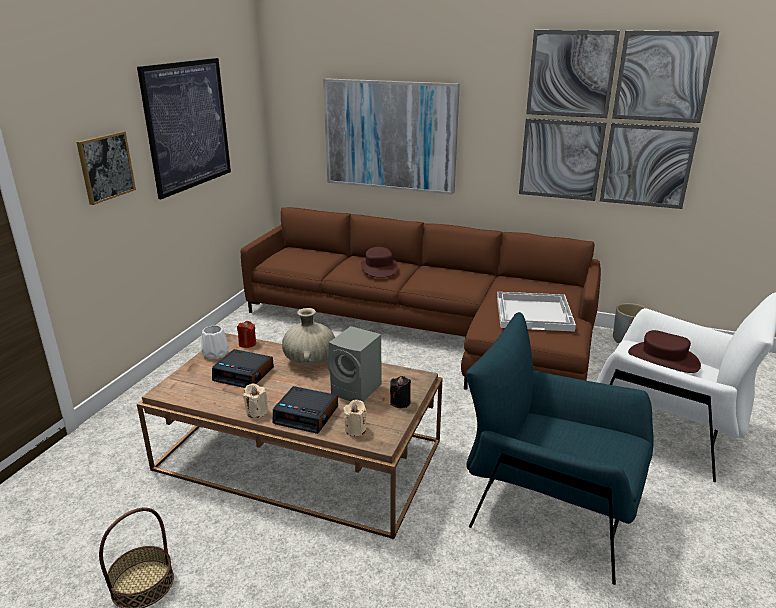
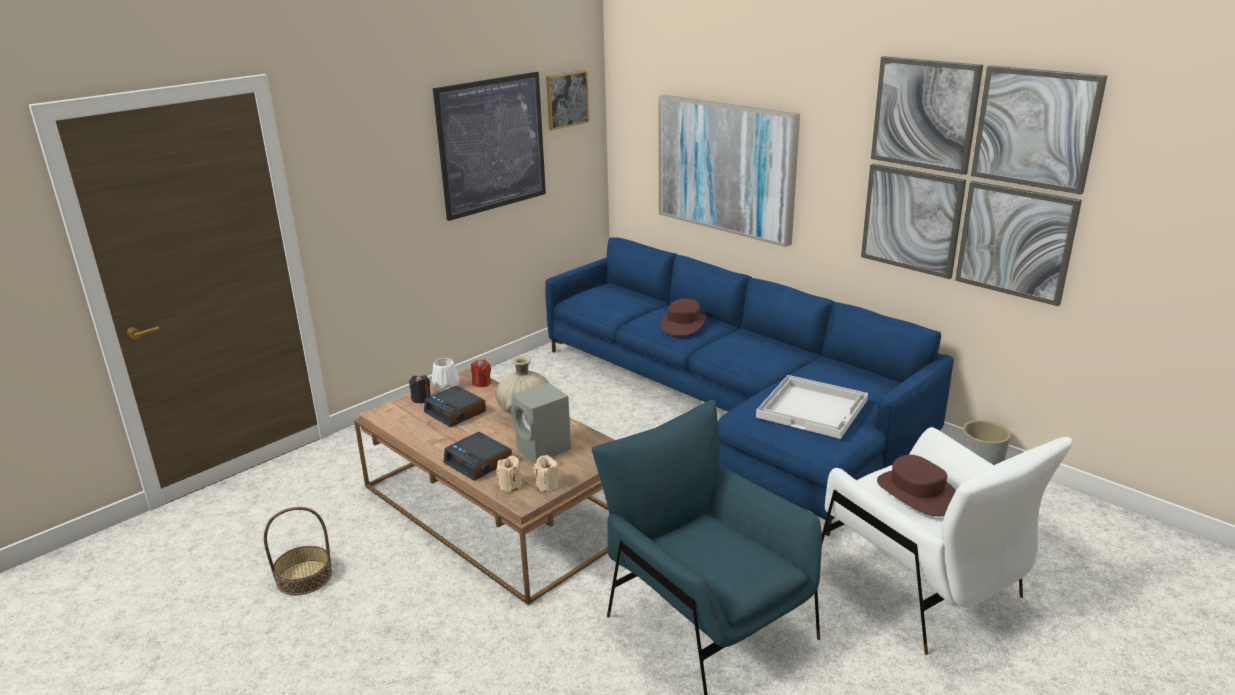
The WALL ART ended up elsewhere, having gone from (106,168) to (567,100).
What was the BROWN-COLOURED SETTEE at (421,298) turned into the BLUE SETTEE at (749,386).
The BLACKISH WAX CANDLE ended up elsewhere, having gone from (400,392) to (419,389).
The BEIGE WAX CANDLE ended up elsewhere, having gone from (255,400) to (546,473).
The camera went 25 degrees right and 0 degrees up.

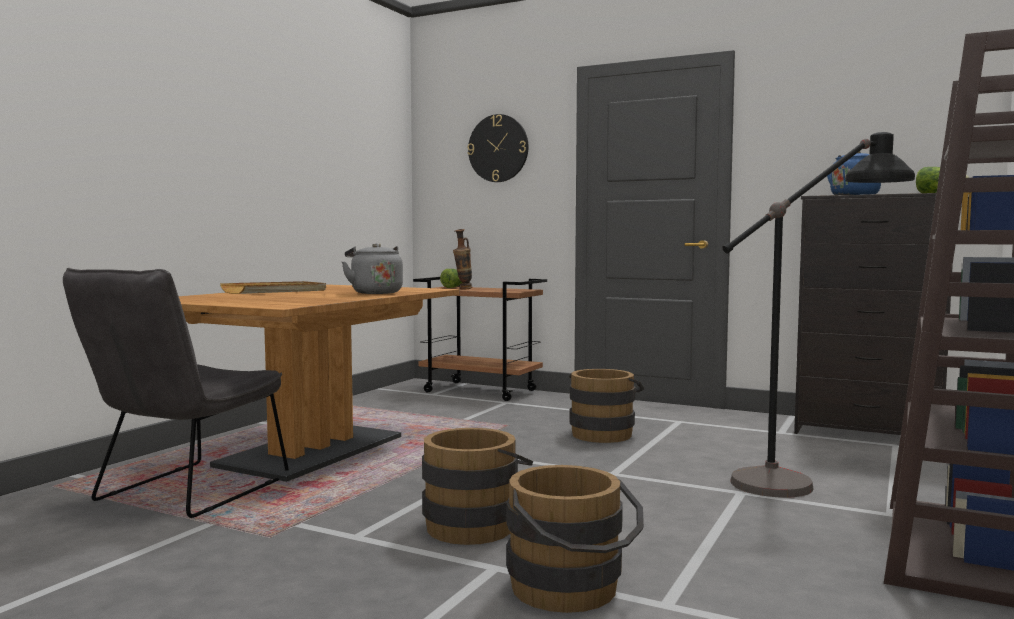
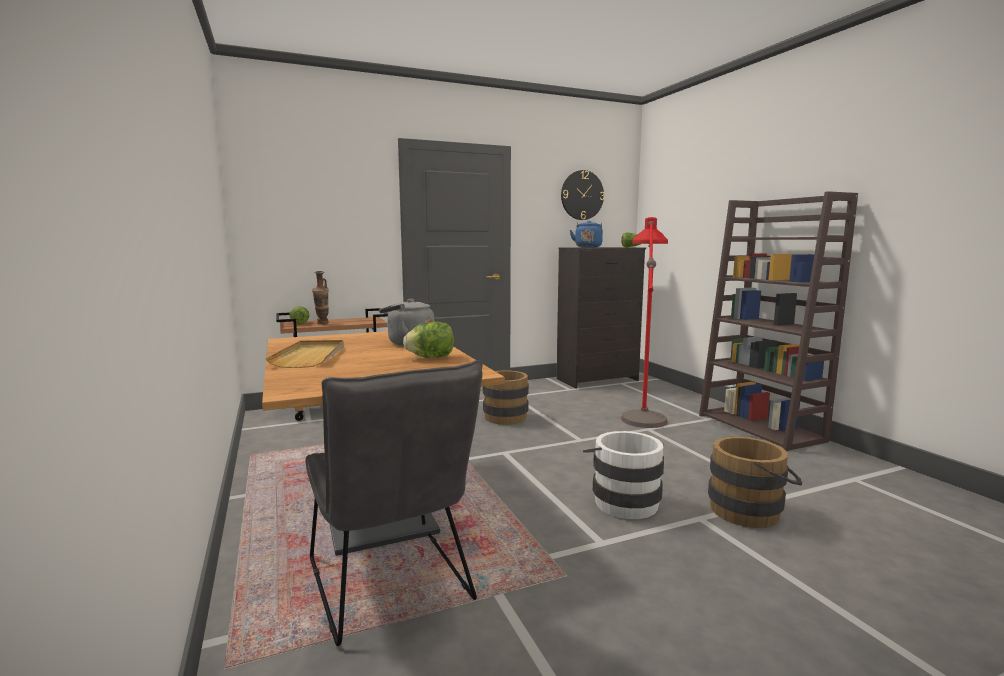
The HANGING CLOCK ended up elsewhere, having gone from (497,148) to (583,195).
What was the BLACKISH STANDARD LAMP at (818,315) turned into the RED-COLOURED STANDARD LAMP at (644,322).
What was the BROWN-COLOURED WATER BUCKET at (477,486) turned into the WHITE-COLOURED WATER BUCKET at (623,475).
The second view gained the HEAD OF LETTUCE at (428,340).
The camera went 50 degrees left and 5 degrees up.

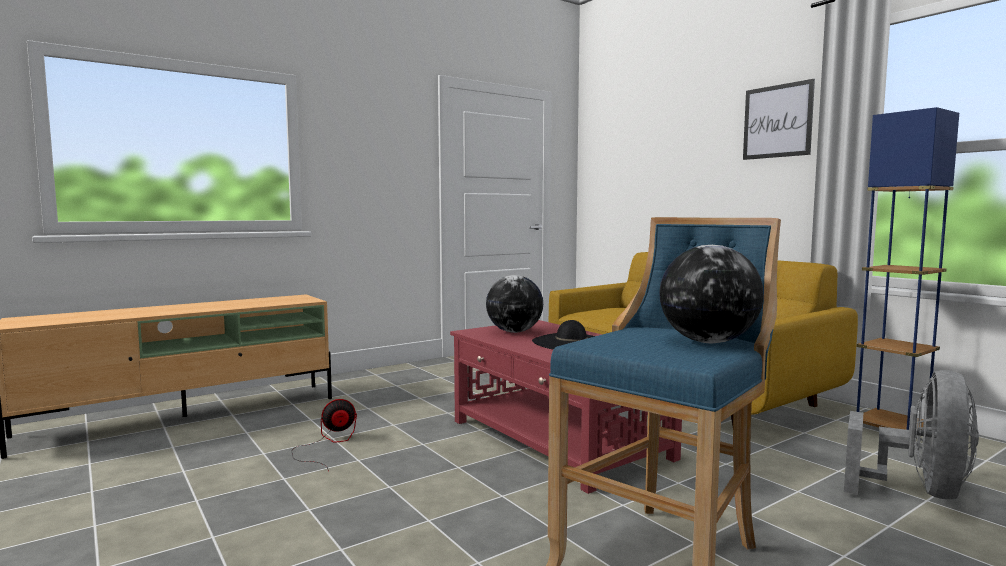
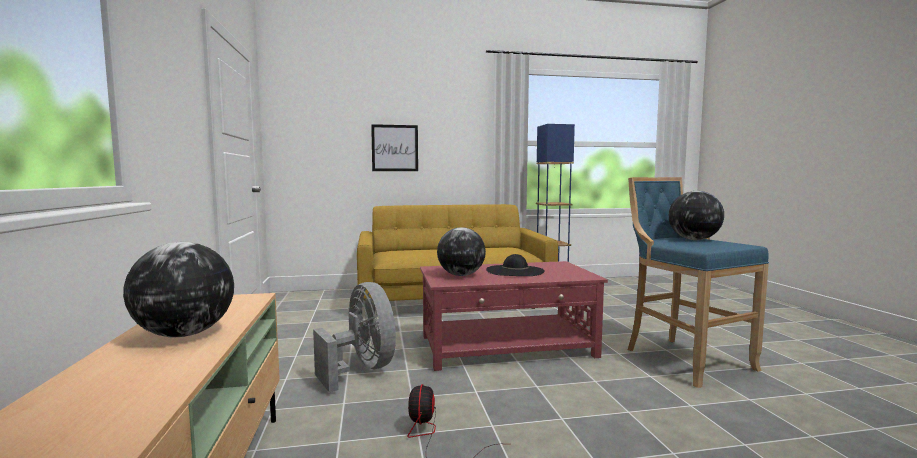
The WALL ART ended up elsewhere, having gone from (779,119) to (394,147).
The GREYISH COOLING FAN ended up elsewhere, having gone from (911,434) to (354,337).
The second view gained the WORLD GLOBE at (178,289).
The camera went 65 degrees left and 0 degrees up.

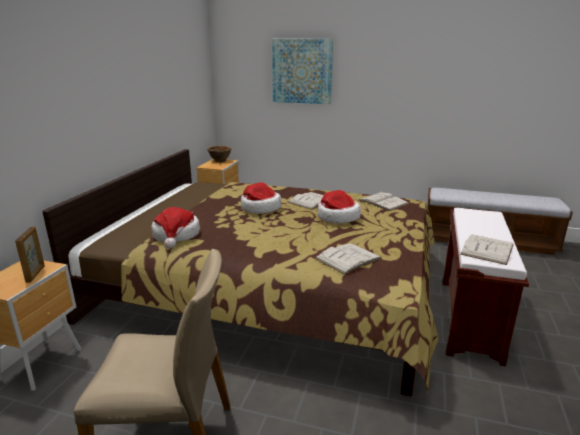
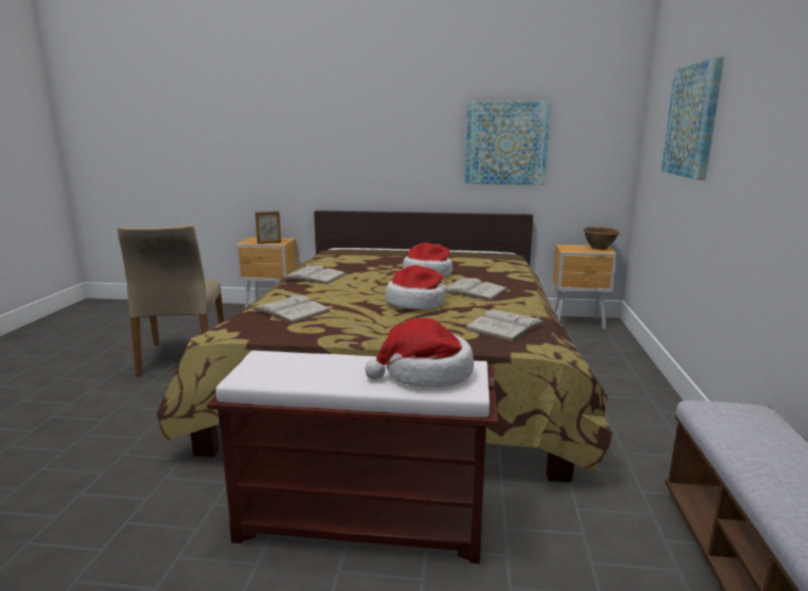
The HAT ended up elsewhere, having gone from (175,228) to (419,353).
The WHITE-COLOURED VOLUME ended up elsewhere, having gone from (487,249) to (314,274).
The second view gained the WALL ART at (508,143).
The camera went 80 degrees right and 5 degrees down.

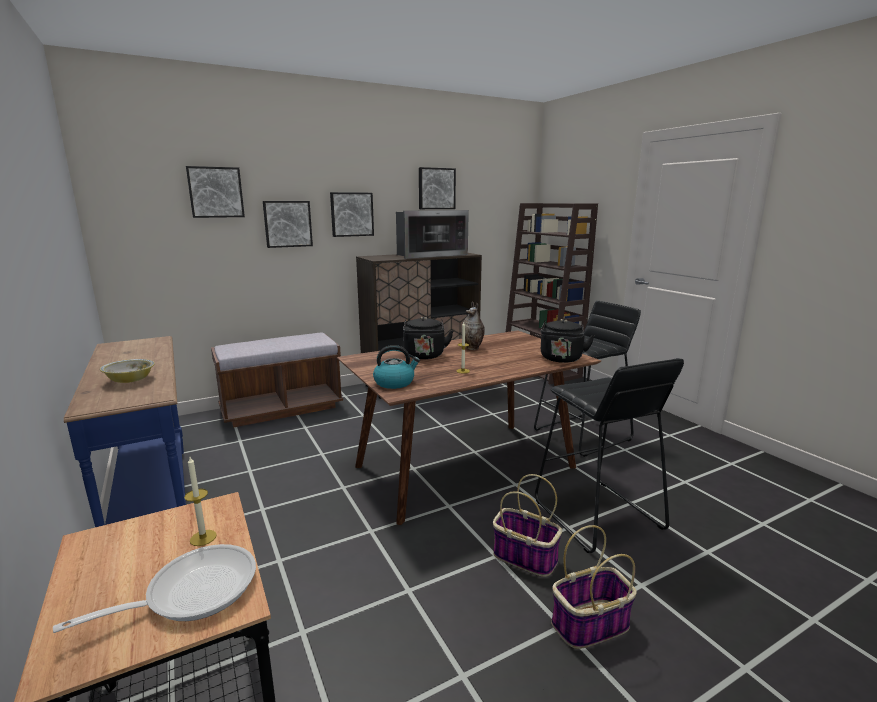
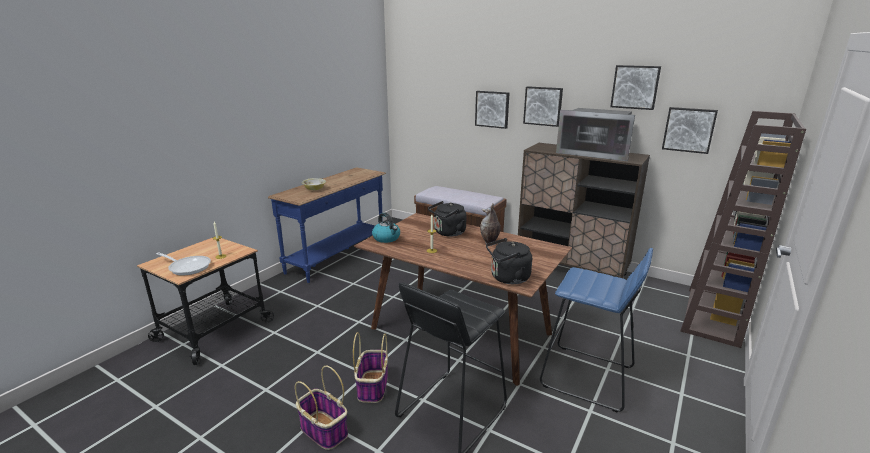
The WALL ART ended up elsewhere, having gone from (215,192) to (690,130).
What was the BLACKISH STOOL SEAT at (587,379) turned into the BLUE STOOL SEAT at (596,330).
The camera went 60 degrees right and 5 degrees up.

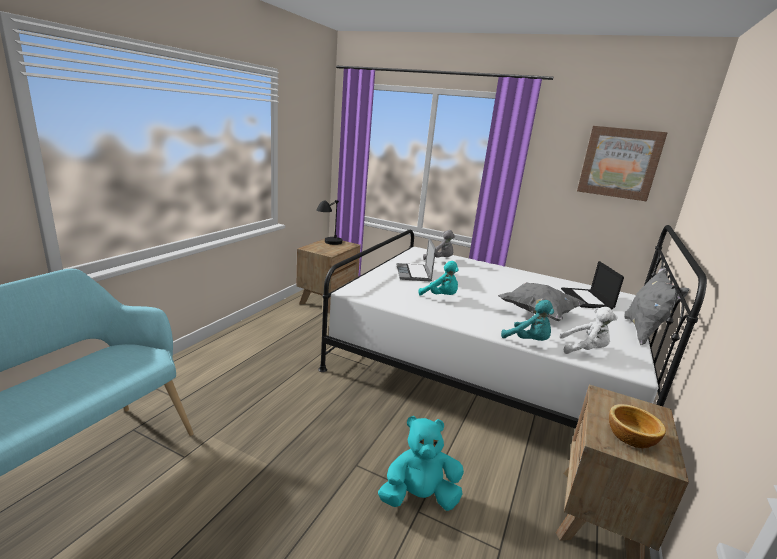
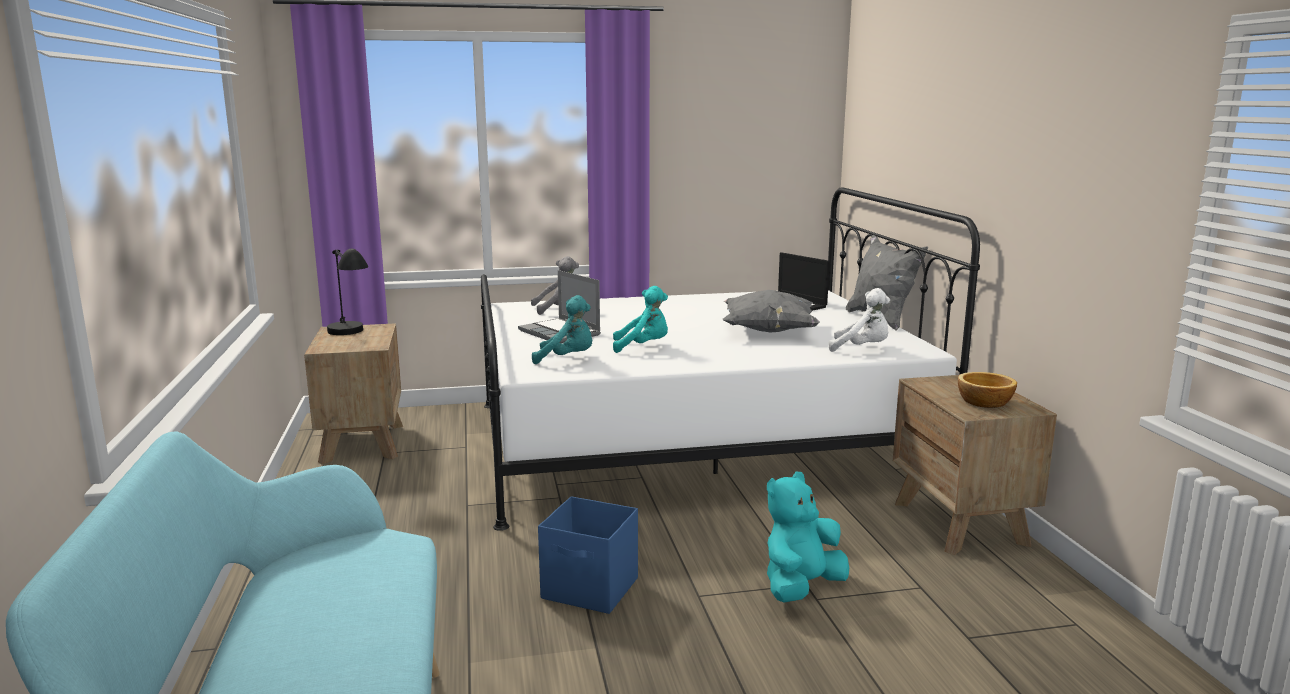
The second view lost the WALL ART at (622,163).
The TURQUOISE-COLOURED PLUSH TOY ended up elsewhere, having gone from (527,320) to (562,329).
The WHITE-COLOURED PLUSH TOY at (588,330) ended up facing another way, 45 degrees clockwise from before.
The second view gained the BLUE STORAGE CONTAINER at (588,555).
The camera went 35 degrees left and 5 degrees down.

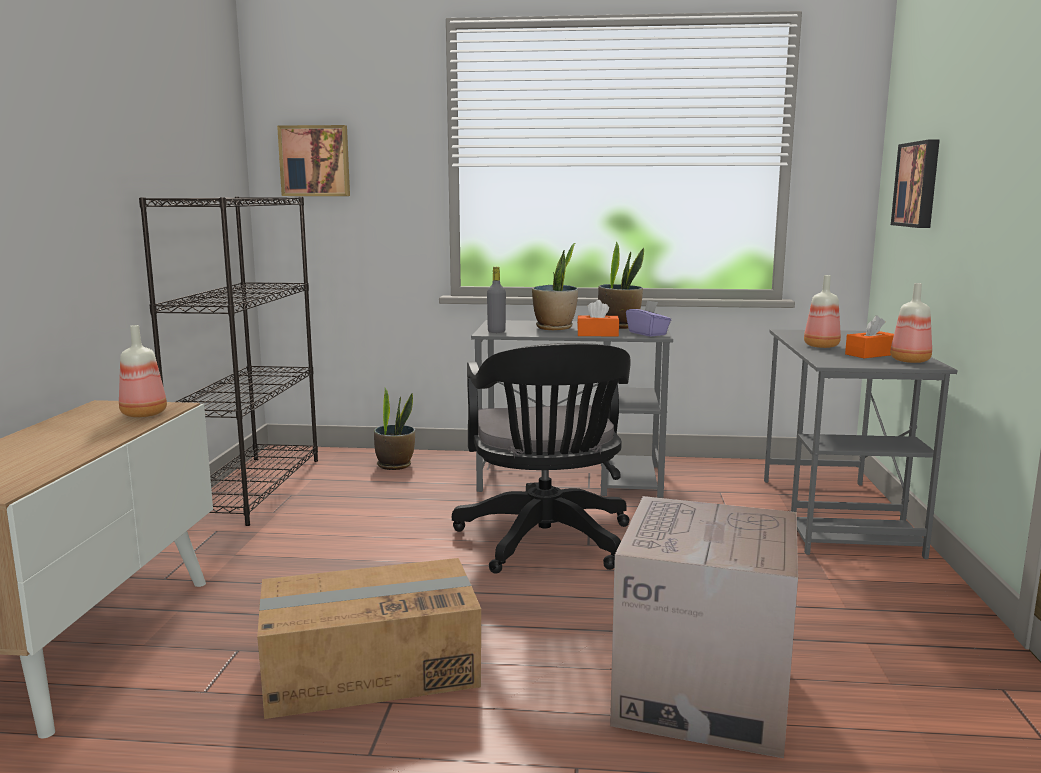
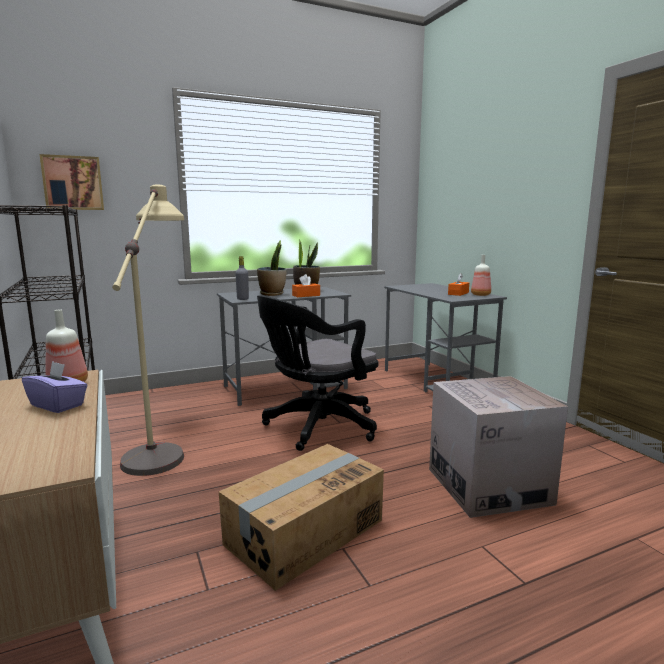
The second view lost the WALL ART at (915,183).
The second view lost the BOTTLE at (822,311).
The PURPLE TISSUE BOX ended up elsewhere, having gone from (648,318) to (55,387).
The BLACKISH OFFICE CHAIR at (541,458) ended up facing another way, 90 degrees clockwise from before.
The second view lost the HOUSEPLANT at (394,429).
The second view gained the BEIGE STANDARD LAMP at (148,330).
The camera went 30 degrees left and 0 degrees up.

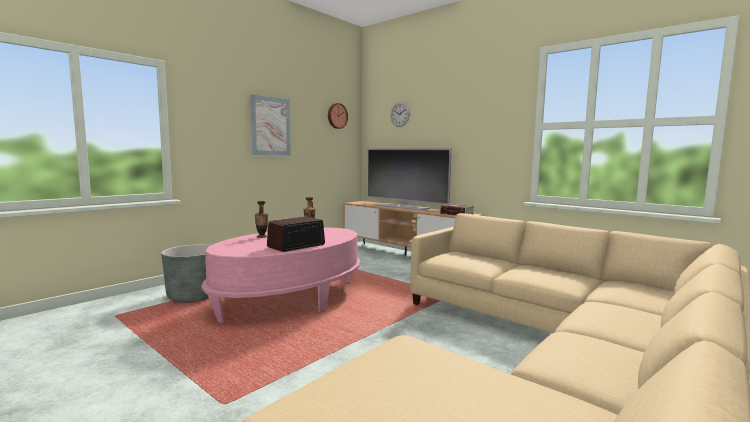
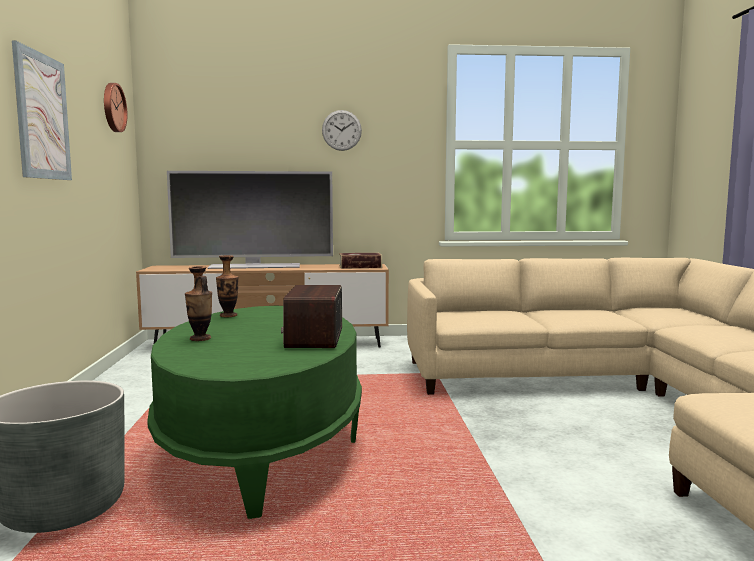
The HANGING CLOCK ended up elsewhere, having gone from (400,114) to (342,130).
What was the PINK COFFEE TABLE at (281,275) turned into the GREEN-COLOURED COFFEE TABLE at (254,412).
The camera went 45 degrees left and 0 degrees up.

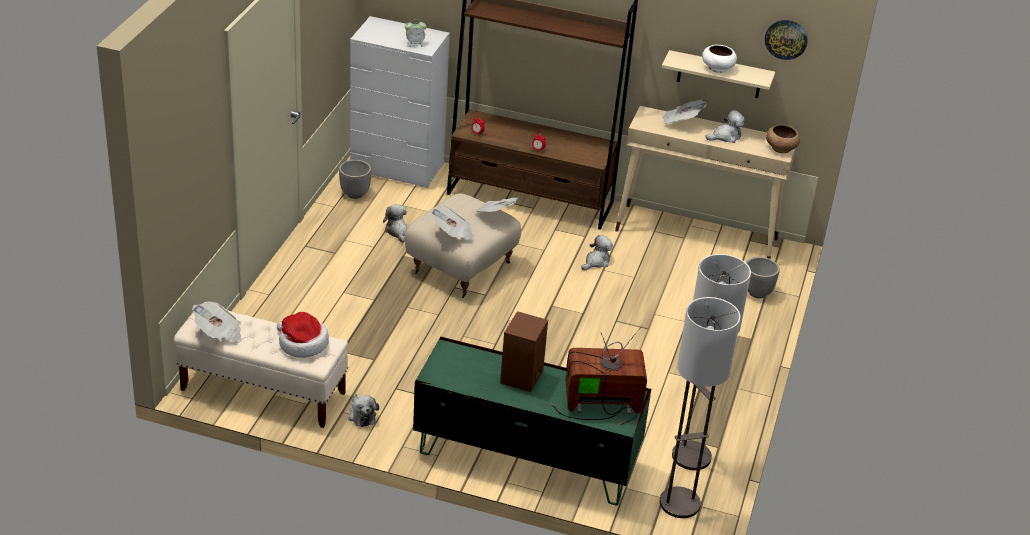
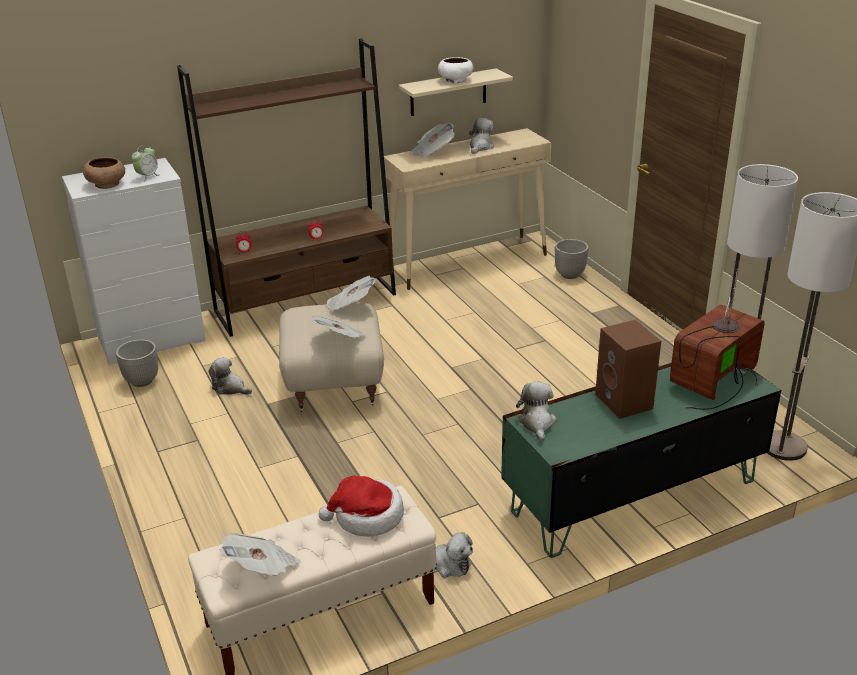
The second view lost the HANGING CLOCK at (786,40).
The BROWN-COLOURED DEEP DISH ended up elsewhere, having gone from (783,139) to (104,173).
The PLUSH TOY ended up elsewhere, having gone from (597,252) to (536,411).
The camera went 40 degrees left and 5 degrees down.

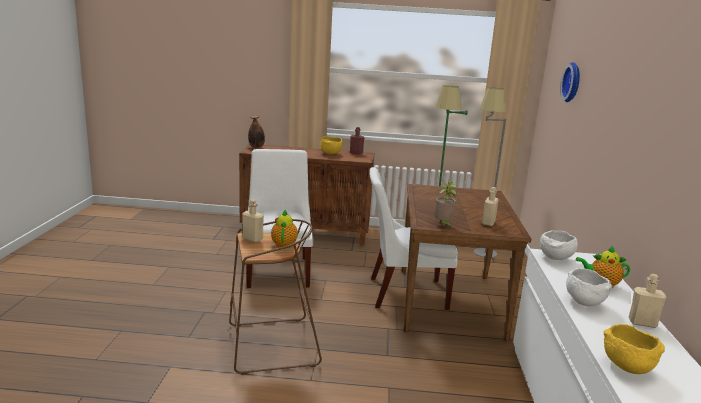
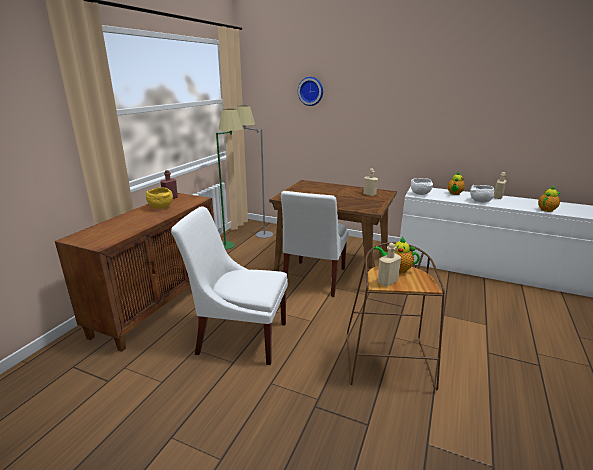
The second view lost the BOTTLE at (256,131).
The second view lost the HOUSEPLANT at (446,205).
Where the YELLOW-COLOURED DEEP DISH stood at (634,349), the TEA POT came to stand at (549,198).
The camera went 70 degrees left and 5 degrees up.

